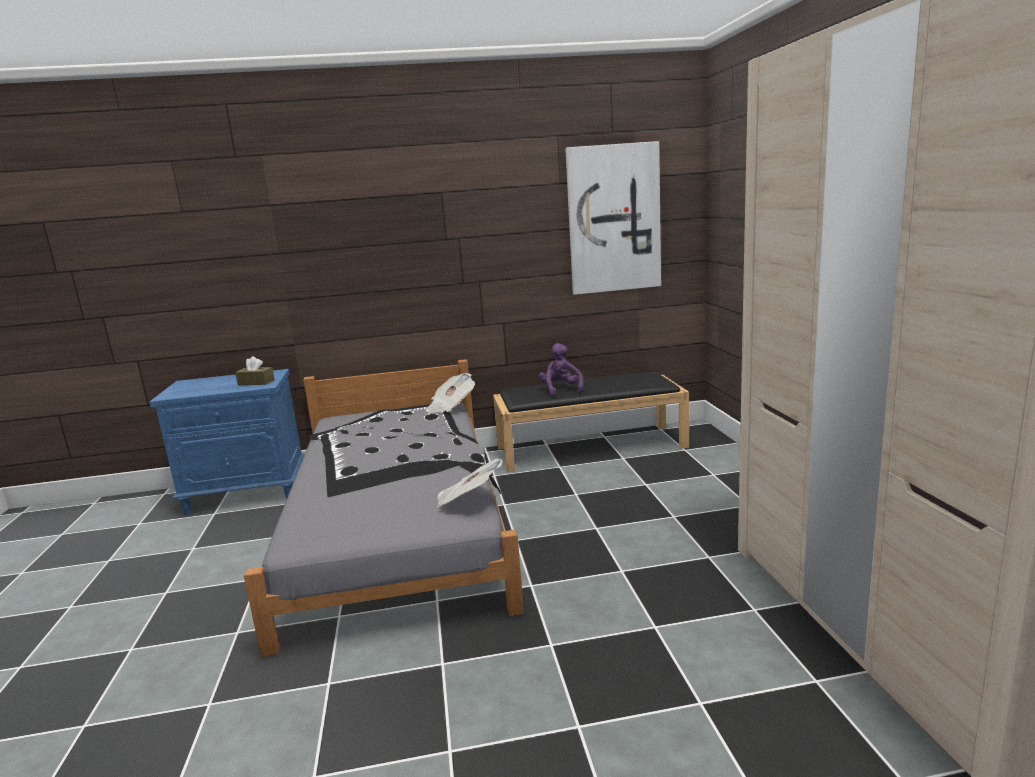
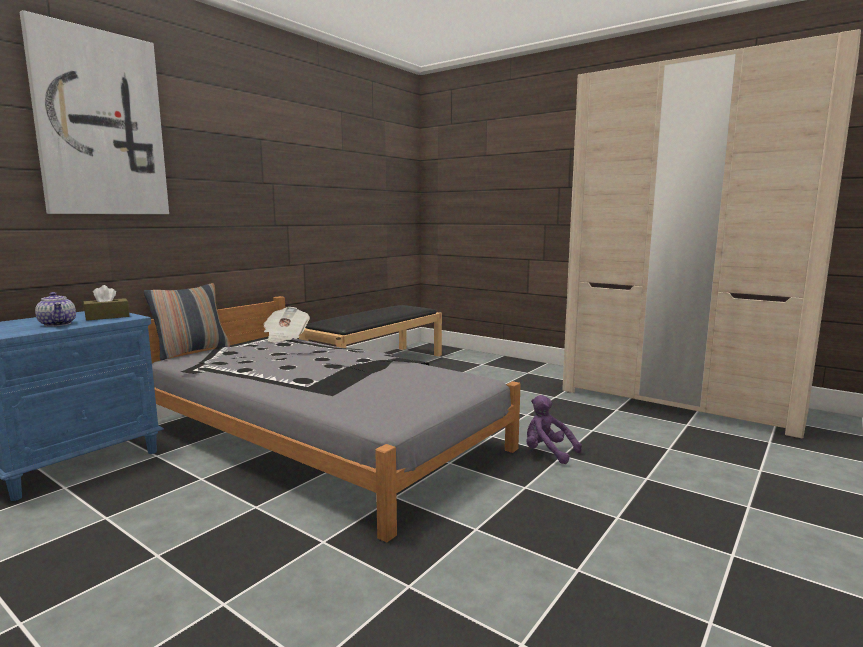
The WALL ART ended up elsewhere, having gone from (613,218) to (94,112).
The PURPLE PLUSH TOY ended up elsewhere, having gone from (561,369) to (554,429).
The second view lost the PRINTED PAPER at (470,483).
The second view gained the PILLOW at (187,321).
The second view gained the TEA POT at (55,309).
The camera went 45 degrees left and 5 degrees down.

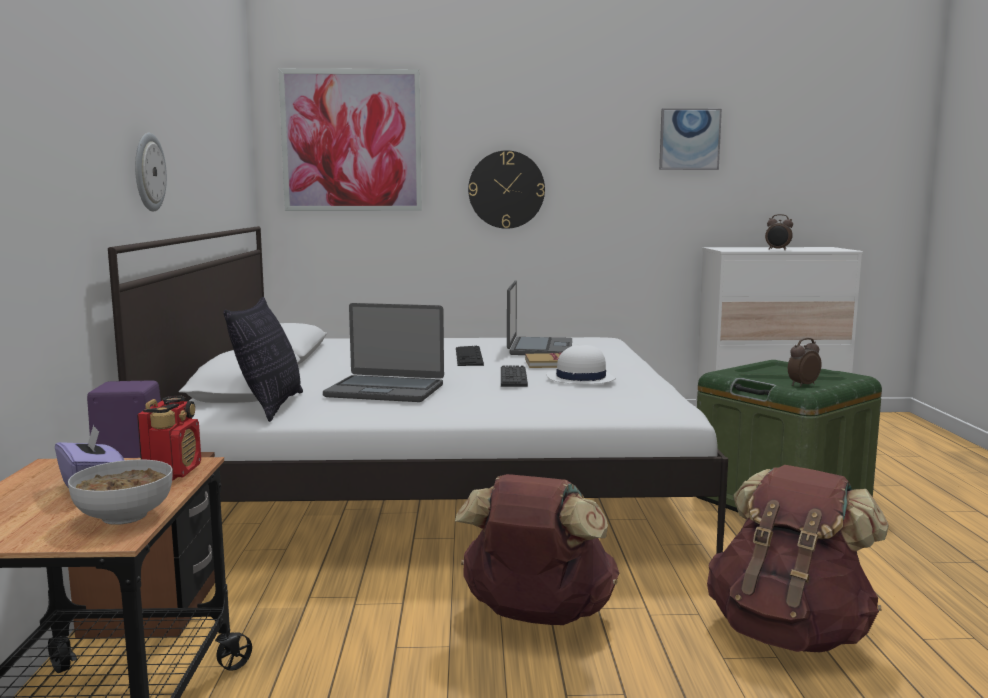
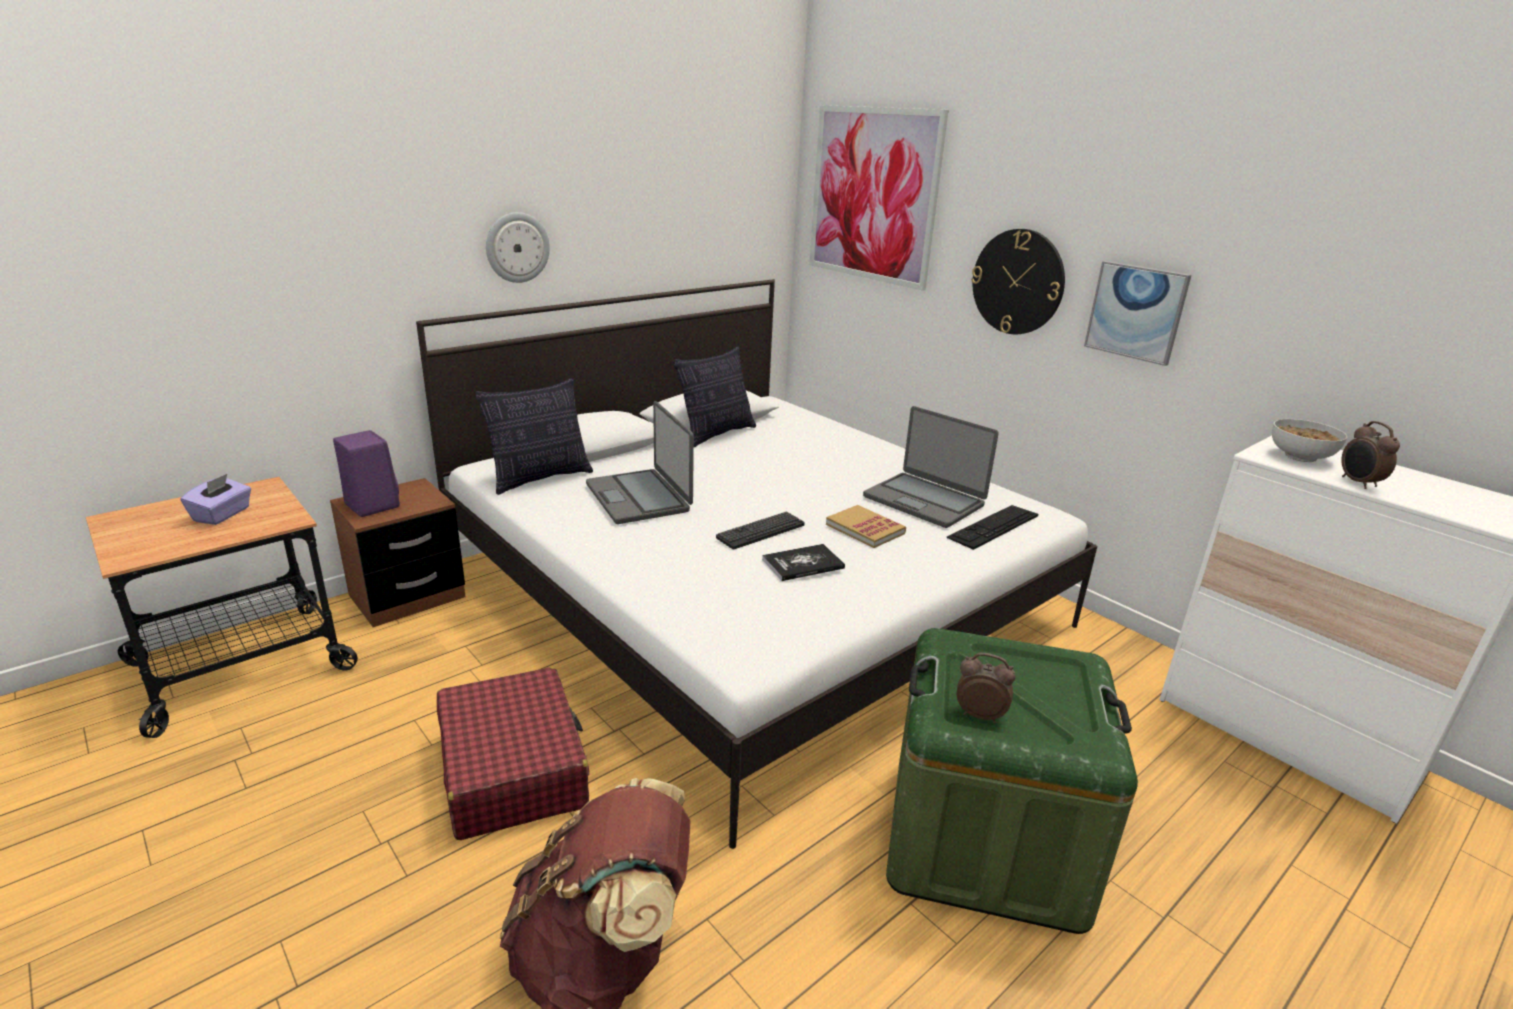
The WALL ART ended up elsewhere, having gone from (690,139) to (1138,313).
The PORTABLE COMPUTER at (539,317) ended up facing another way, 75 degrees clockwise from before.
Where the WHITE-COLOURED HAT stood at (581,364), the VOLUME came to stand at (803,562).
The COMPUTER KEYBOARD ended up elsewhere, having gone from (470,356) to (992,527).
The second view lost the RADIO RECEIVER at (169,438).
The DEEP DISH ended up elsewhere, having gone from (120,492) to (1309,440).
Where the BROWN-COLOURED BACKPACK stood at (537,549), the RED-COLOURED TRAVEL CASE came to stand at (513,753).
The second view gained the PILLOW at (714,396).
The camera went 50 degrees right and 15 degrees up.

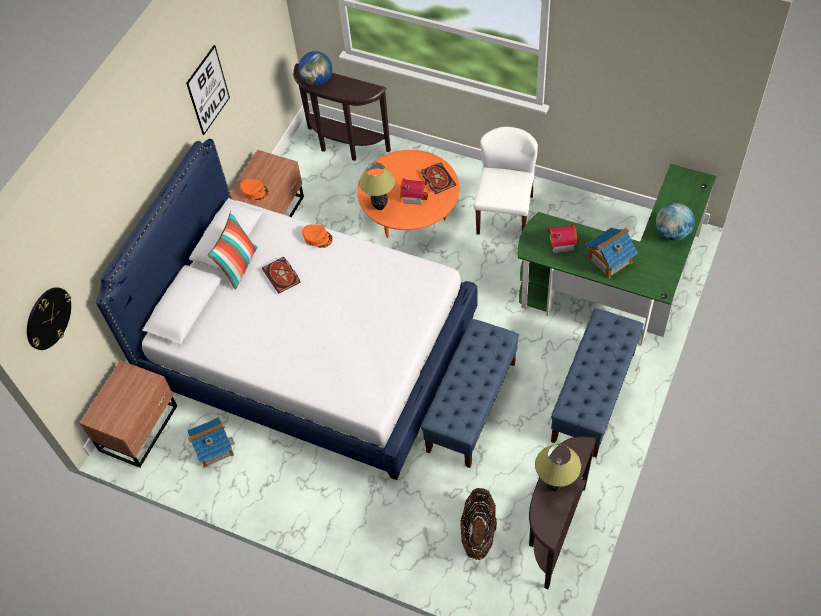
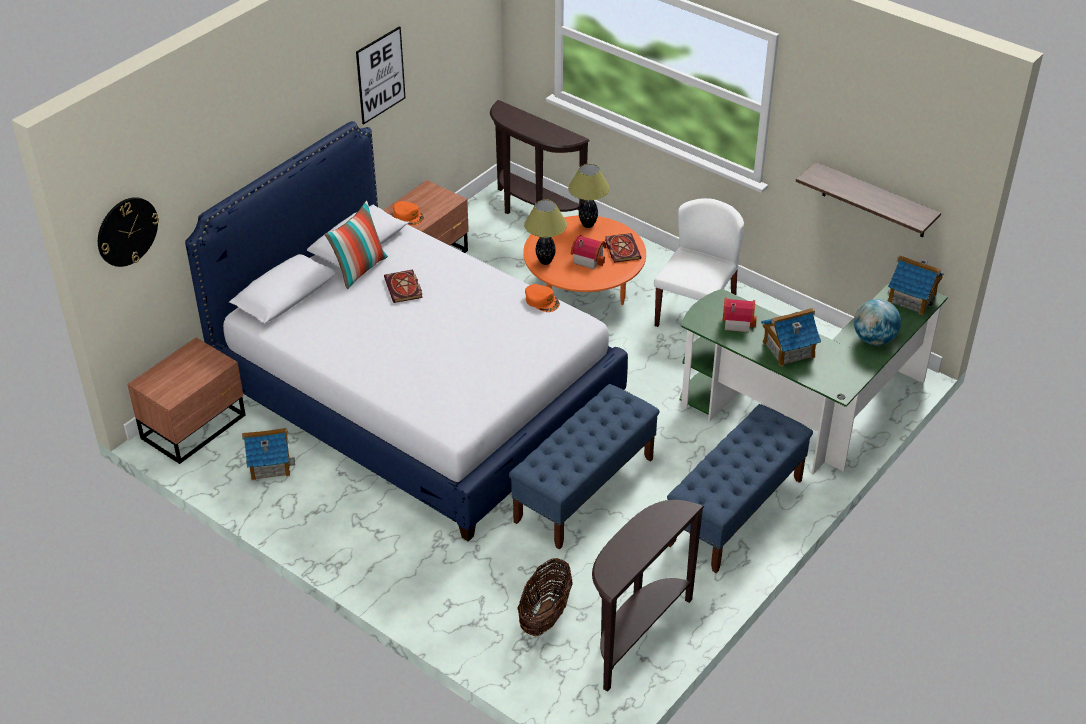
The second view lost the WORLD GLOBE at (315,68).
The ORANGEY BASEBALL CAP ended up elsewhere, having gone from (317,236) to (542,298).
The TABLE LAMP ended up elsewhere, having gone from (558,467) to (589,196).
The second view gained the WALL SHELF at (868,199).
The second view gained the TOY HOUSE at (915,285).
The camera went 10 degrees right and 15 degrees down.

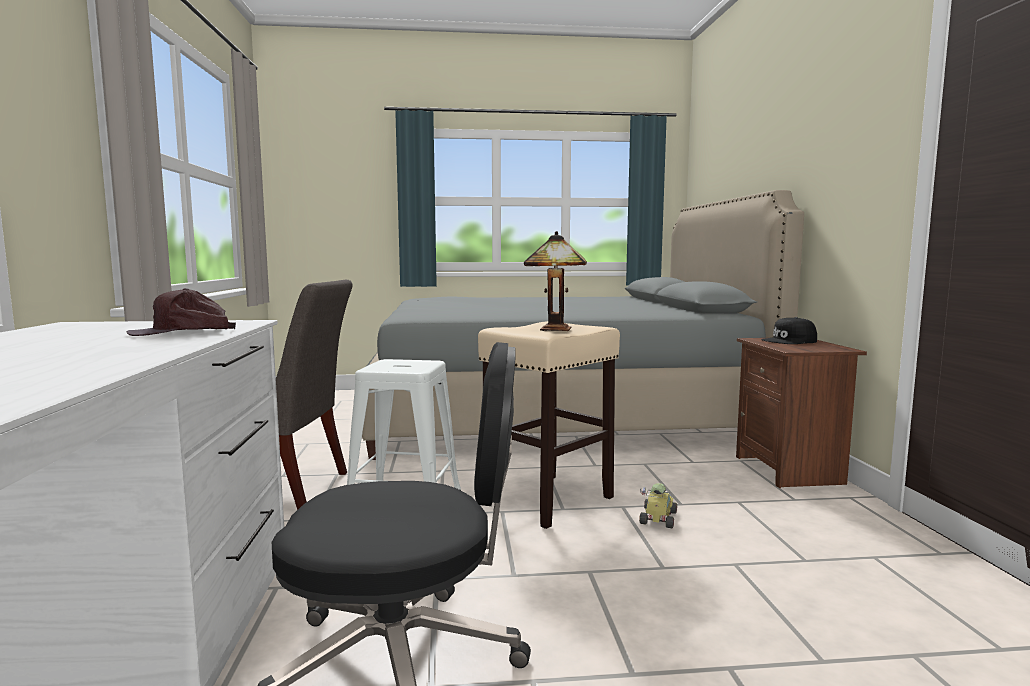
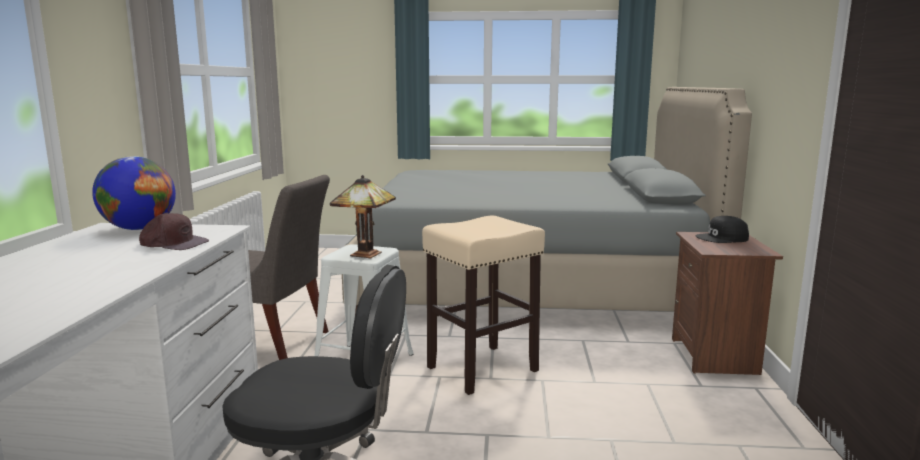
The TABLE LAMP ended up elsewhere, having gone from (555,281) to (363,216).
The BROWN-COLOURED BASEBALL CAP at (181,312) ended up facing another way, 150 degrees counterclockwise from before.
The second view lost the TOY CAR at (658,505).
The second view gained the WORLD GLOBE at (134,193).
The camera went 10 degrees right and 5 degrees up.

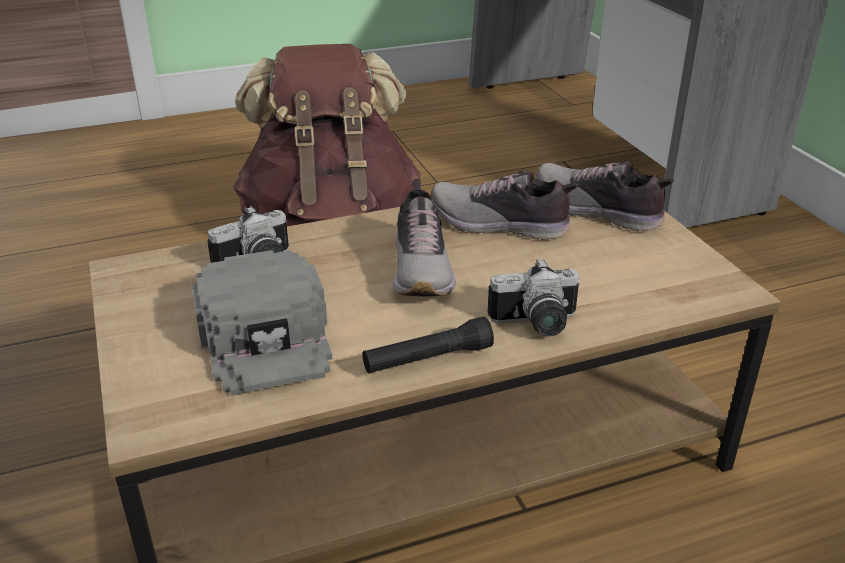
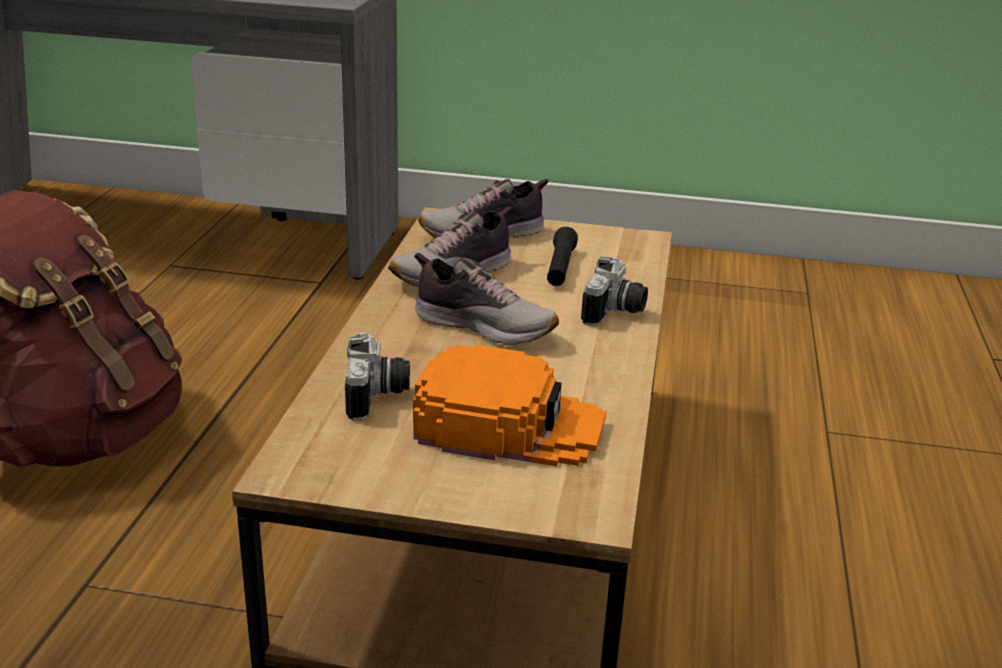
What was the GREYISH BASEBALL CAP at (262,323) turned into the ORANGEY BASEBALL CAP at (510,406).
The BLACKISH TORCH ended up elsewhere, having gone from (428,345) to (562,256).
The camera went 60 degrees left and 5 degrees down.

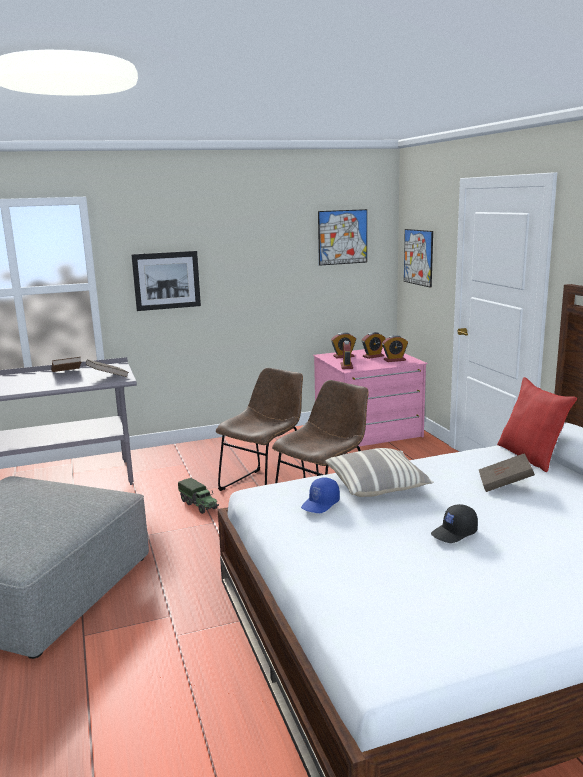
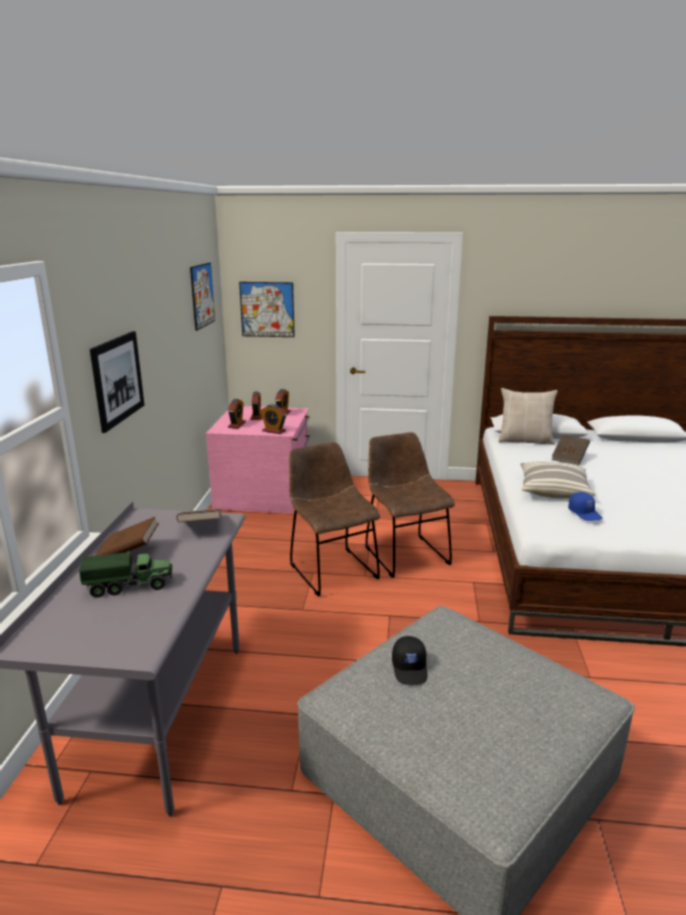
What was the RED-COLOURED PILLOW at (537,424) turned into the BEIGE PILLOW at (528,416).
The MODEL TRUCK ended up elsewhere, having gone from (198,496) to (125,575).
The BLACKISH BASEBALL CAP ended up elsewhere, having gone from (454,523) to (409,660).
The camera went 65 degrees left and 5 degrees up.

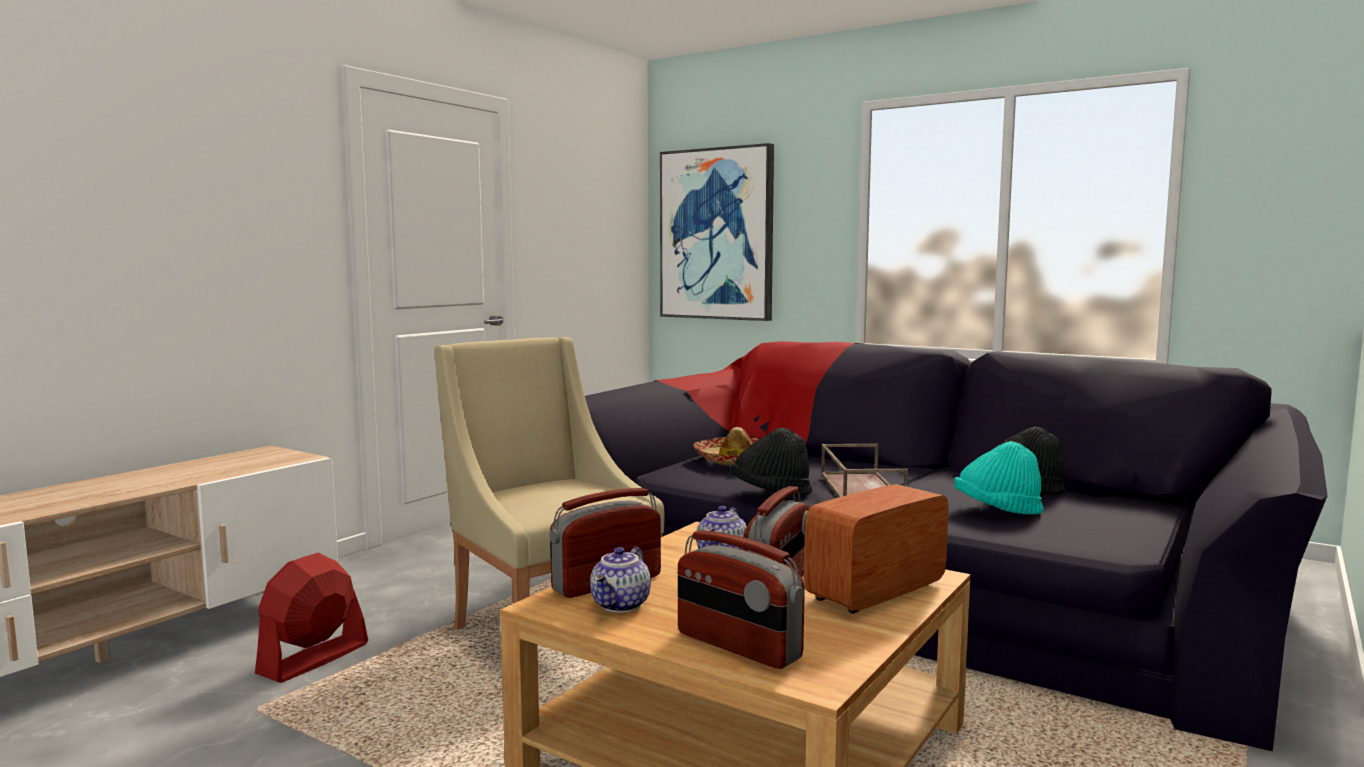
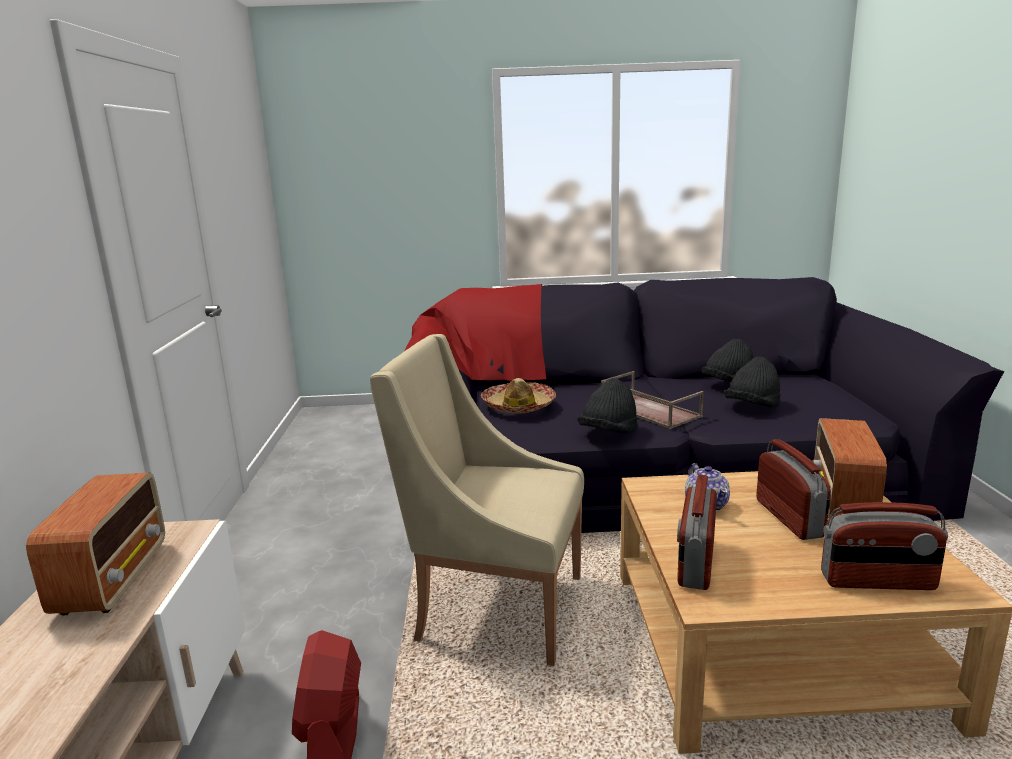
The second view lost the WALL ART at (717,232).
What was the TURQUOISE-COLOURED HAT at (999,478) turned into the BLACKISH HAT at (752,382).
The second view lost the TEA POT at (620,580).
The second view gained the RADIO RECEIVER at (95,544).
The camera went 35 degrees left and 10 degrees up.

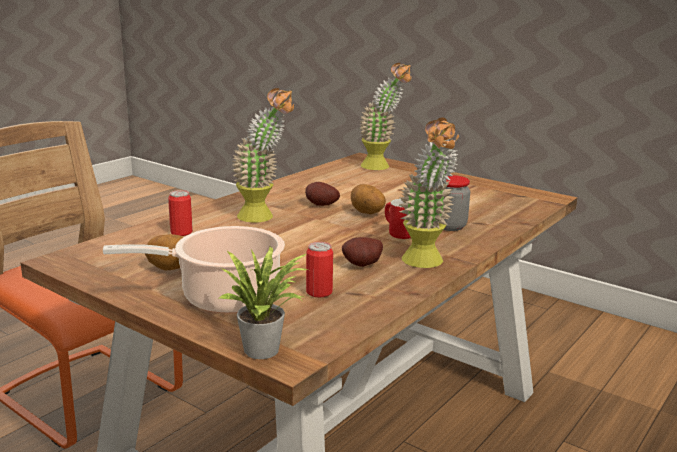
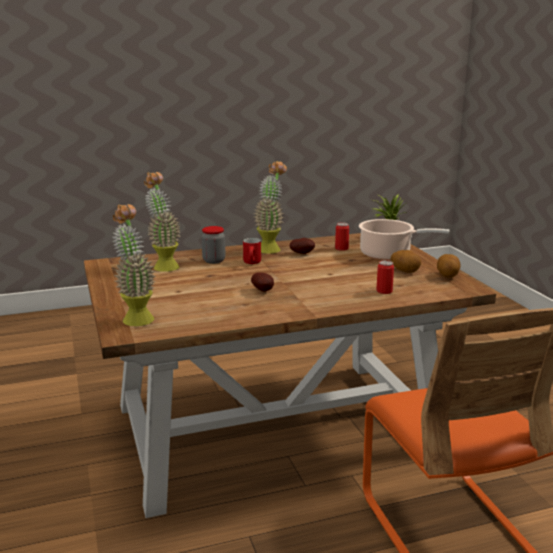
The HOUSEPLANT ended up elsewhere, having gone from (263,155) to (162,222).
The WHOLE POTATO ended up elsewhere, having gone from (368,199) to (449,266).
The camera went 145 degrees left and 0 degrees up.

